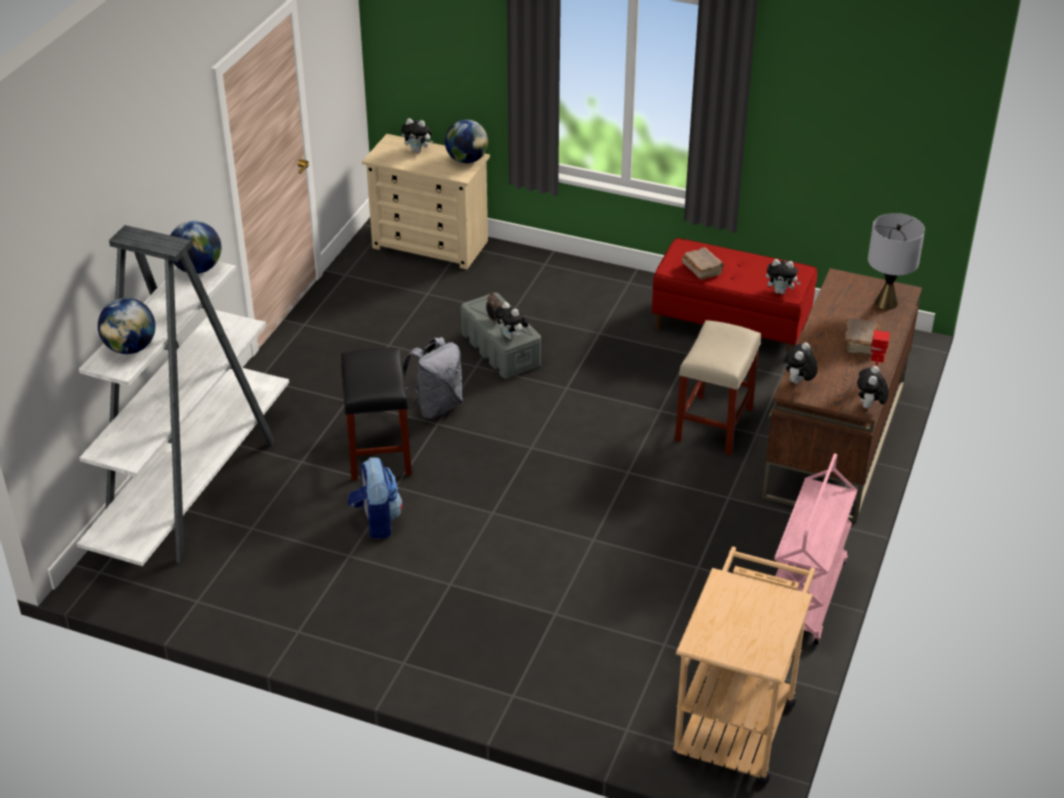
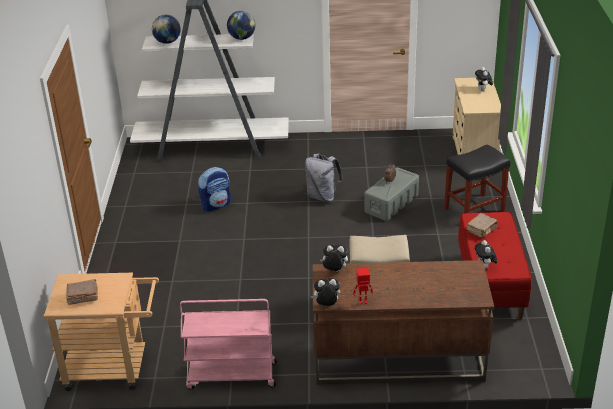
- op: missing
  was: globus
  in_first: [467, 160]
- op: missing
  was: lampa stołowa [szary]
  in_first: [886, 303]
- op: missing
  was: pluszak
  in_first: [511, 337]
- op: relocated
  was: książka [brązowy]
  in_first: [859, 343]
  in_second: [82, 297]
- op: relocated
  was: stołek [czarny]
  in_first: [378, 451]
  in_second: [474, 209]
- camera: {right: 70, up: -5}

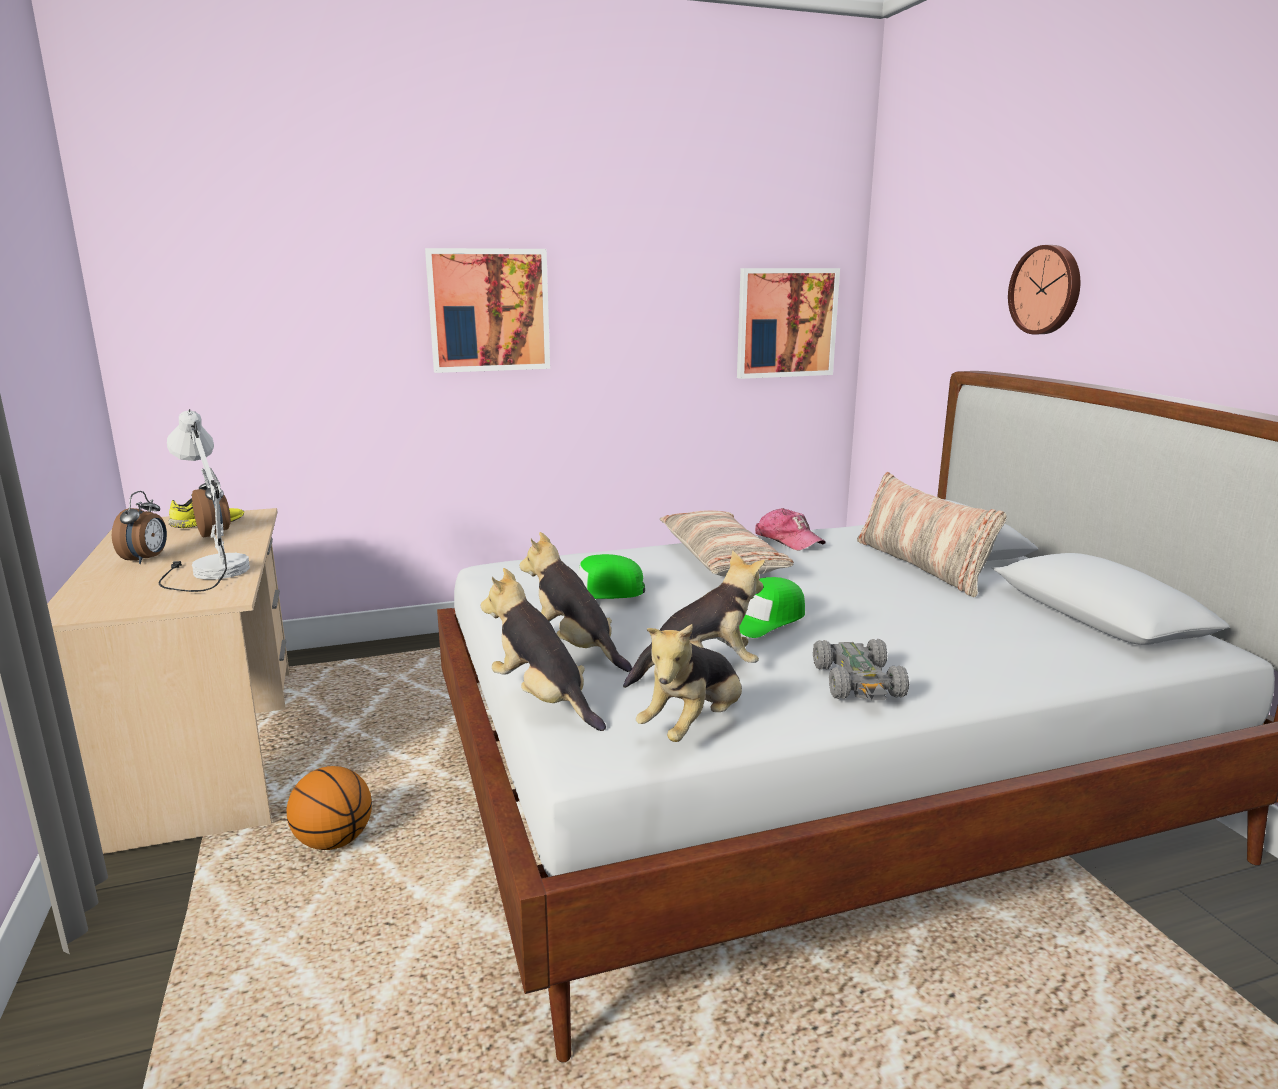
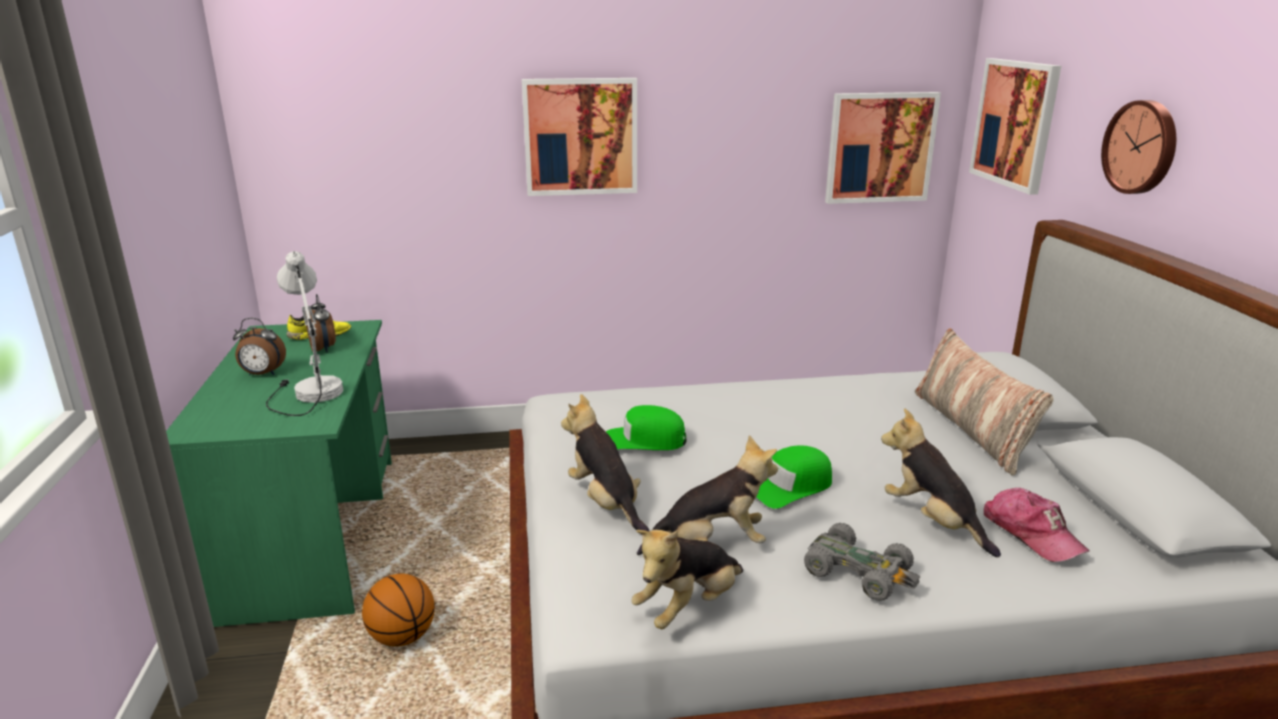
- op: spun
  was: budzik
  in_first: [147, 559]
  in_second: [262, 374]
  clockwise: 75
- op: colour
  was: biurko [beżowy]
  now: biurko [zielony]
  in_first: [206, 750]
  in_second: [313, 534]
- op: relocated
  was: czapka z daszkiem
  in_first: [788, 540]
  in_second: [1031, 534]
- op: missing
  was: poduszka
  in_first: [721, 560]
- op: relocated
  was: pluszak
  in_first: [543, 700]
  in_second: [933, 521]
- op: spun
  was: samochodzik [szary]
  in_first: [858, 682]
  in_second: [859, 572]
  clockwise: -60
- op: appeared
  now: obraz
  in_second: [1015, 123]
- camera: {right: 10, up: 5}

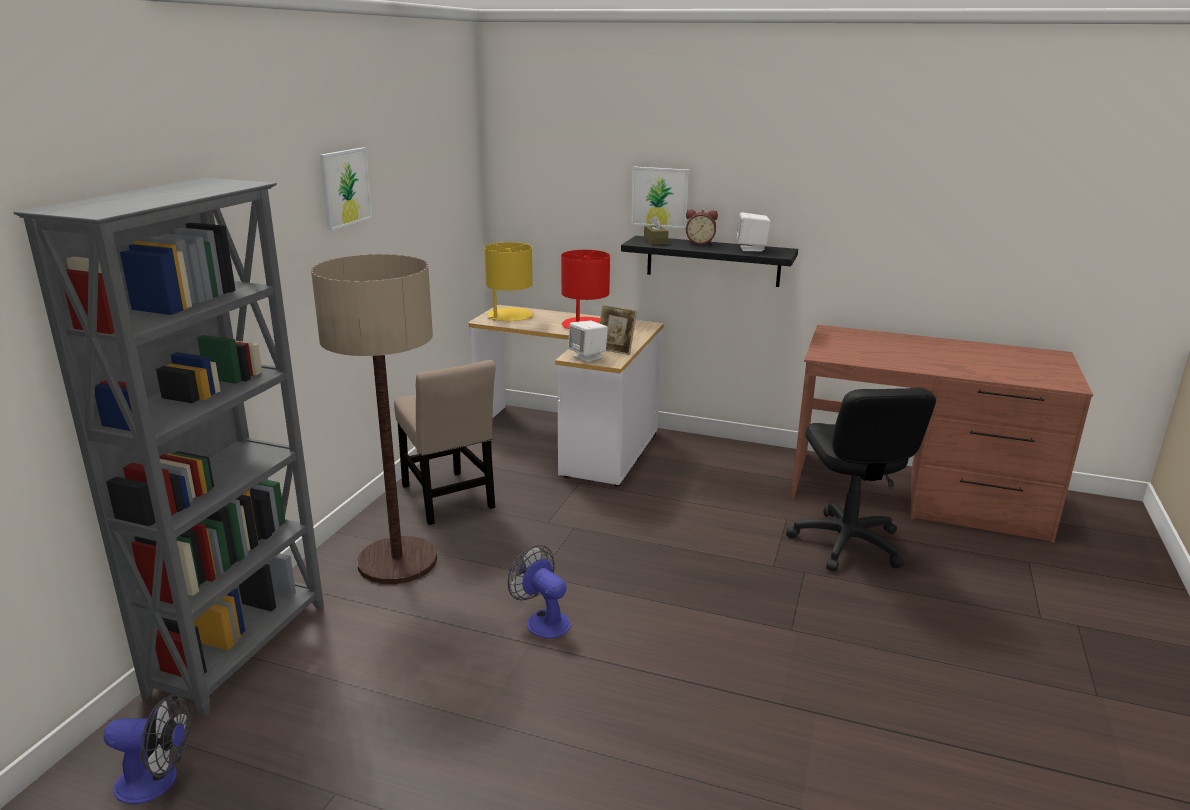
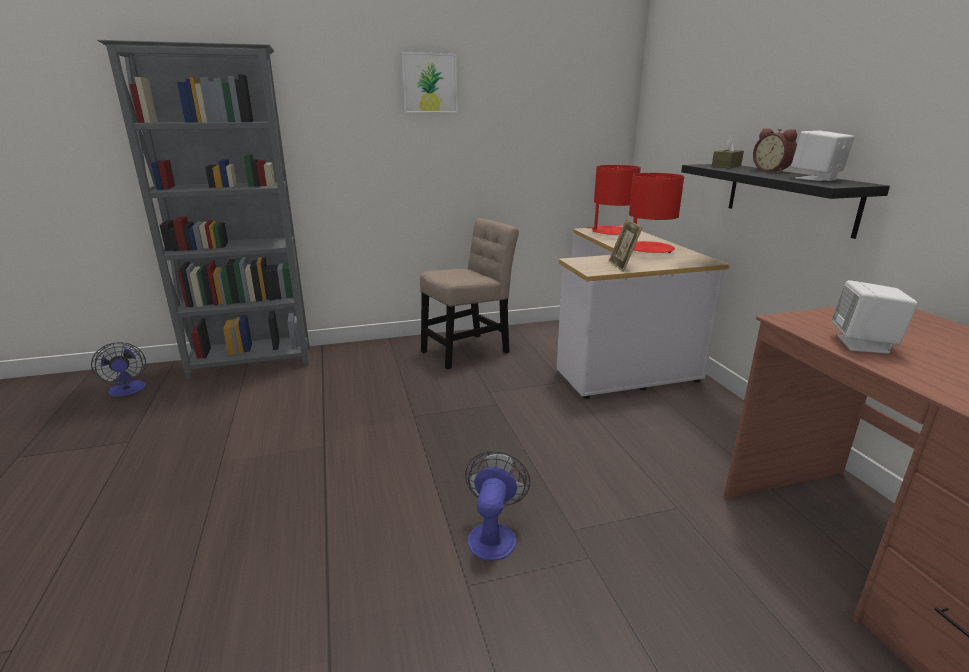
- op: missing
  was: obraz
  in_first: [660, 197]
- op: colour
  was: lampa stołowa [żółty]
  now: lampa stołowa [czerwony]
  in_first: [509, 316]
  in_second: [612, 232]
- op: missing
  was: lampa stojąca
  in_first: [397, 561]
- op: relocated
  was: głośnik [biały]
  in_first: [588, 356]
  in_second: [863, 344]
- op: spun
  was: krzesło [beżowy]
  in_first: [448, 499]
  in_second: [468, 350]
  clockwise: -150
- op: missing
  was: krzesło biurowe [czarny]
  in_first: [846, 543]
- op: relocated
  was: wentylator
  in_first: [542, 620]
  in_second: [493, 534]
- camera: {right: 55, up: 0}

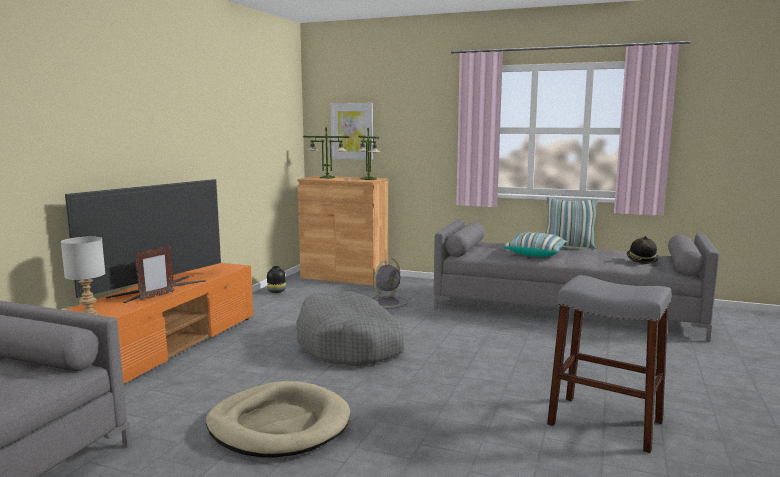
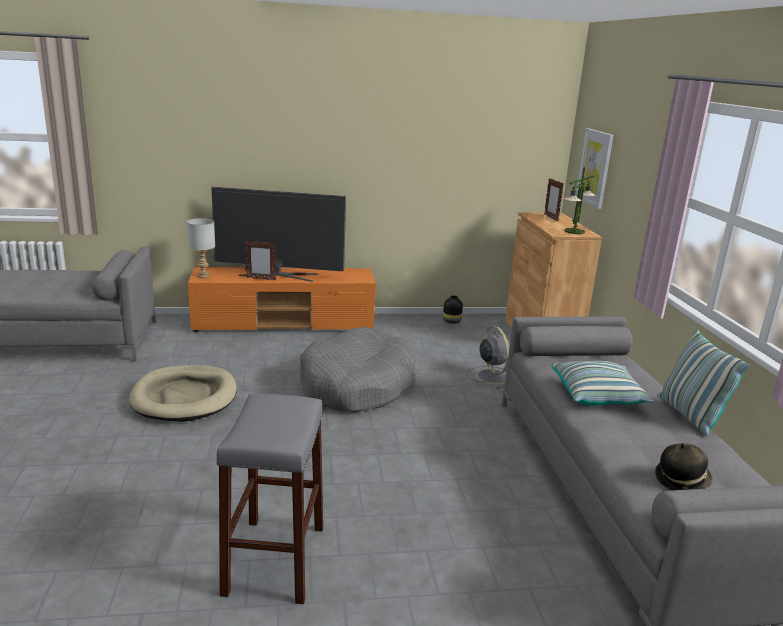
- op: exchanged
  was: lampa stołowa
  now: ramka na zdjęcie
  in_first: [326, 177]
  in_second: [551, 218]
- op: spun
  was: wentylator [szary]
  in_first: [388, 302]
  in_second: [491, 376]
  clockwise: -120
- camera: {right: 60, up: 10}

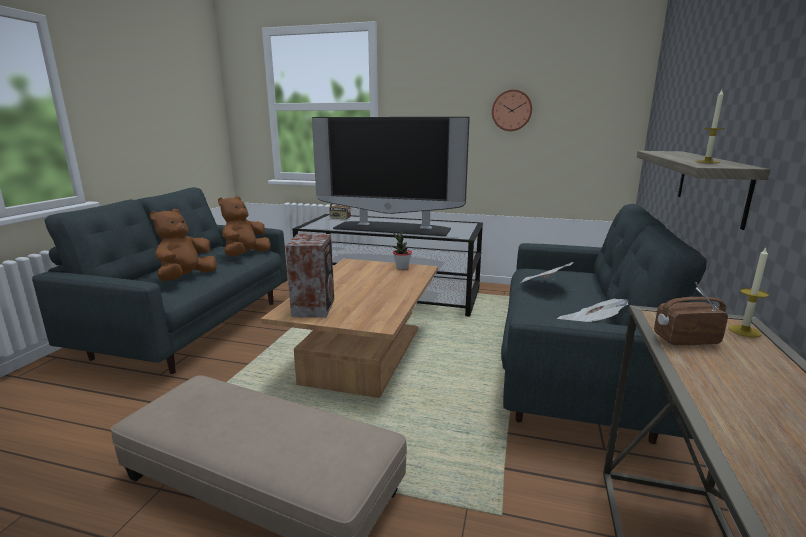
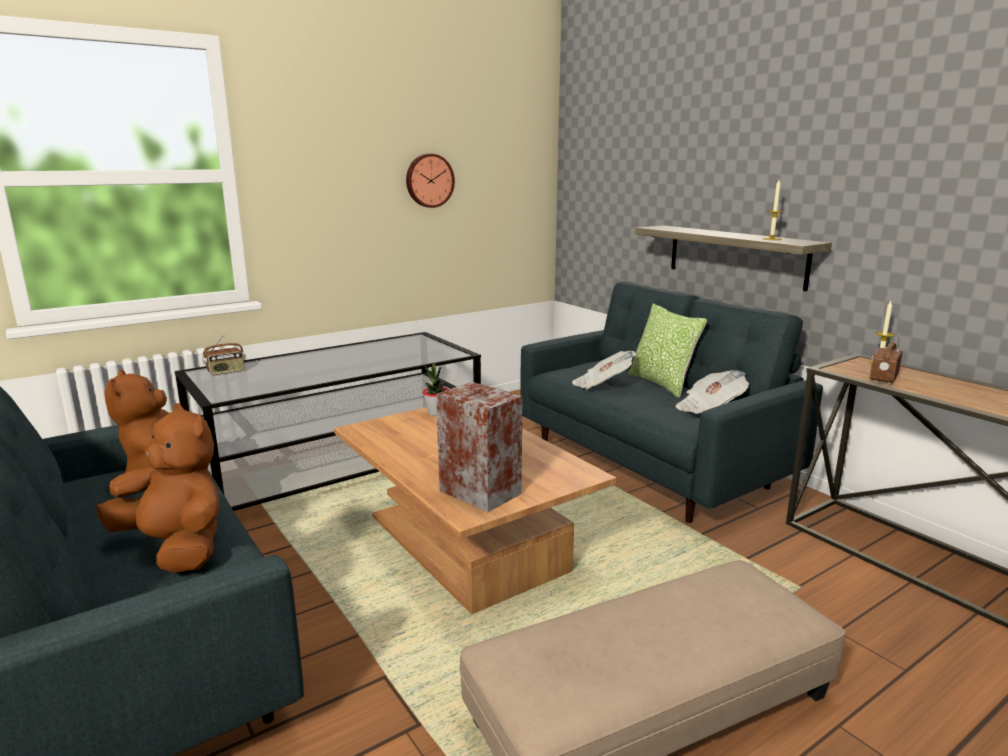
- op: missing
  was: telewizor
  in_first: [393, 228]
- op: spun
  was: pluszak [brązowy]
  in_first: [186, 278]
  in_second: [176, 548]
  clockwise: 150
- op: appeared
  now: poduszka
  in_second: [661, 384]
- camera: {right: -50, up: 0}

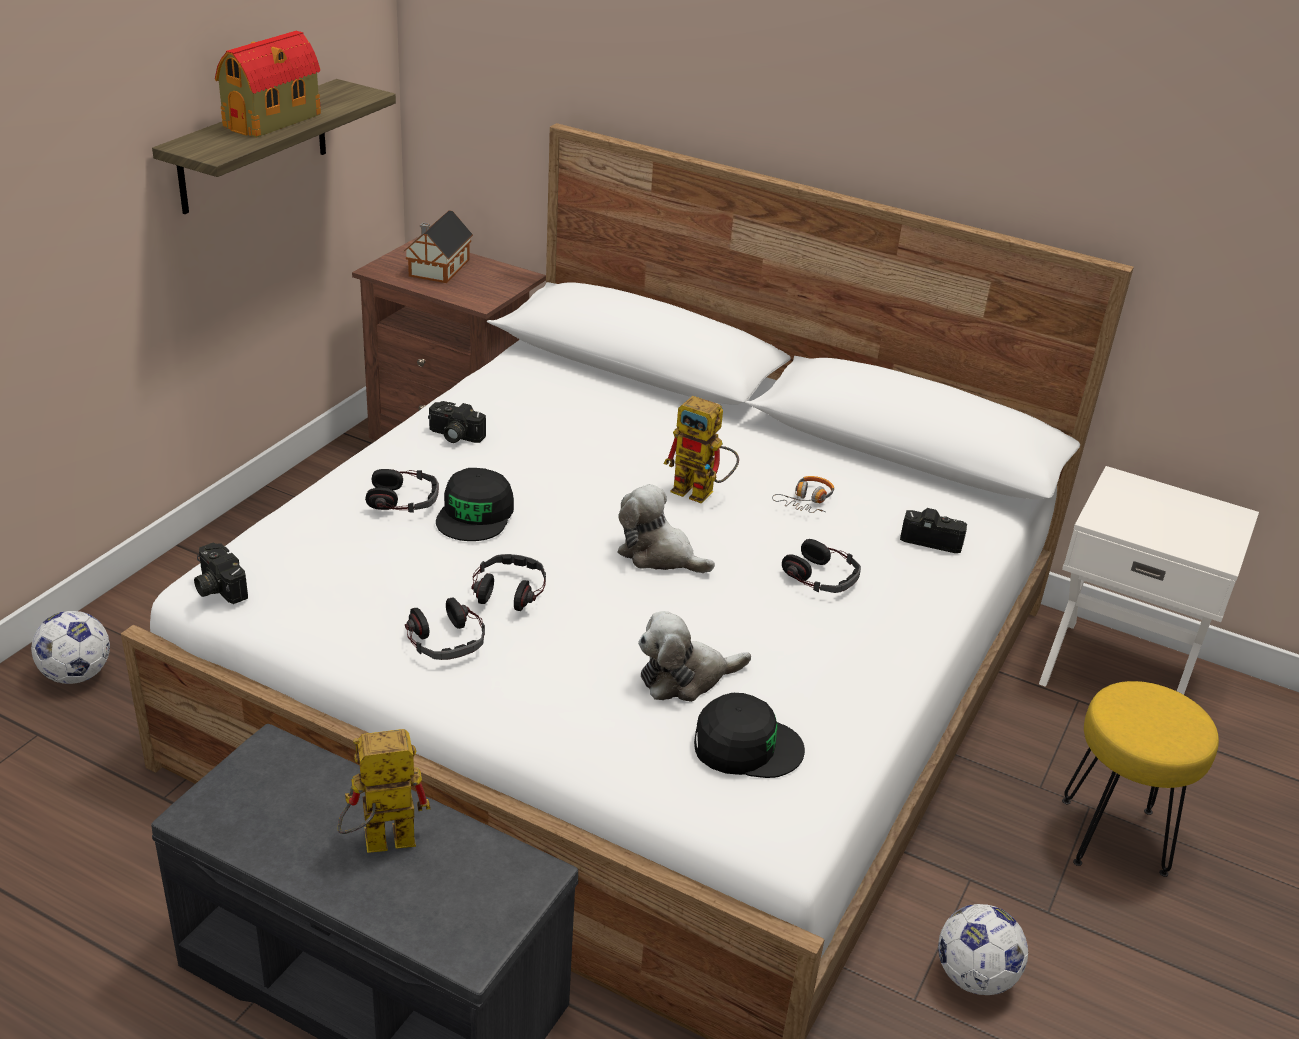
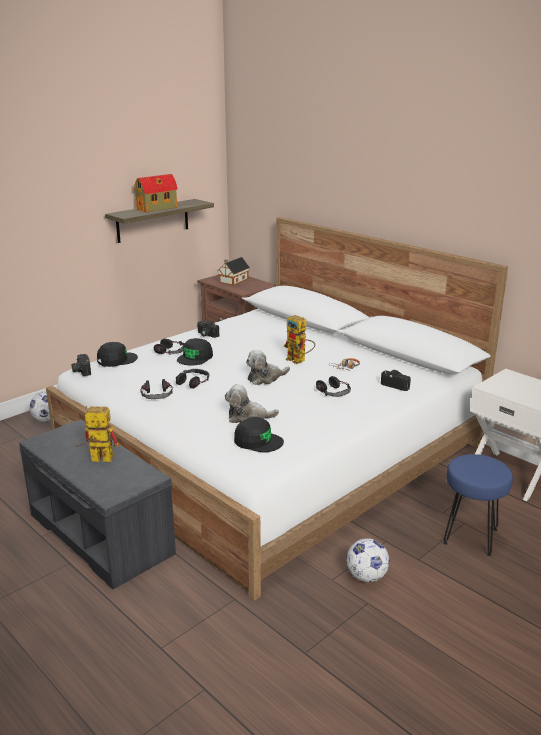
- op: spun
  was: pluszak
  in_first: [659, 555]
  in_second: [265, 378]
  clockwise: -75
- op: colour
  was: stołek [żółty]
  now: stołek [niebieski]
  in_first: [1115, 837]
  in_second: [471, 537]
- op: appeared
  now: czapka z daszkiem [czarny]
  in_second: [116, 359]
- camera: {right: 20, up: -10}

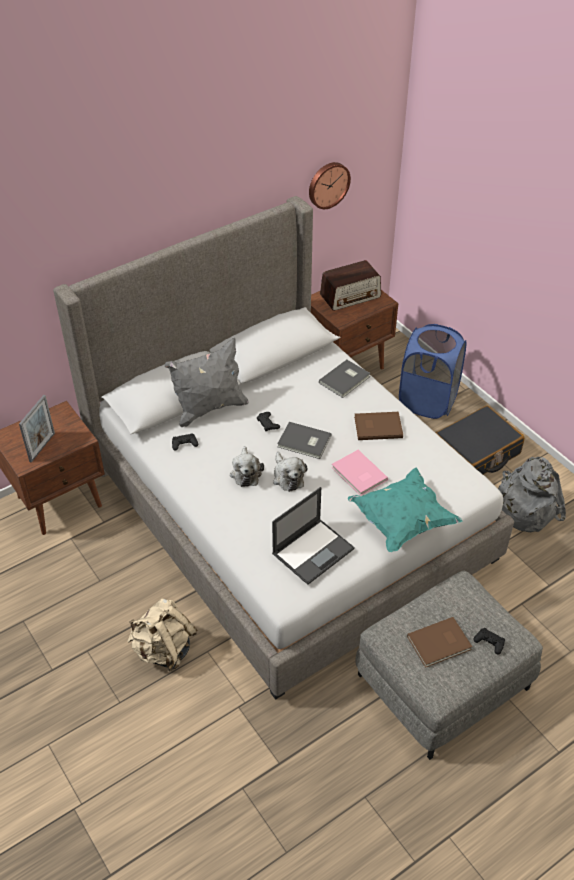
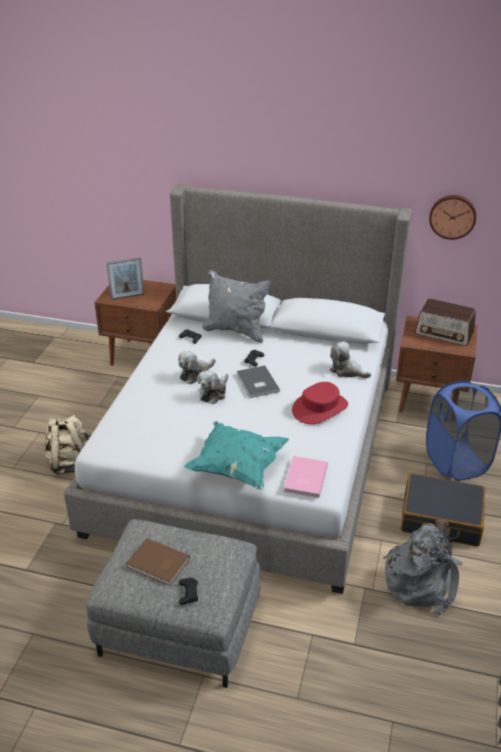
- op: exchanged
  was: książka [szary]
  now: pluszak
  in_first: [346, 380]
  in_second: [347, 371]
- op: exchanged
  was: książka [brązowy]
  now: kapelusz [czerwony]
  in_first: [377, 426]
  in_second: [319, 408]
- op: relocated
  was: książka [różowy]
  in_first: [358, 475]
  in_second: [304, 478]
- op: missing
  was: laptop
  in_first: [313, 550]
- camera: {right: 50, up: -10}

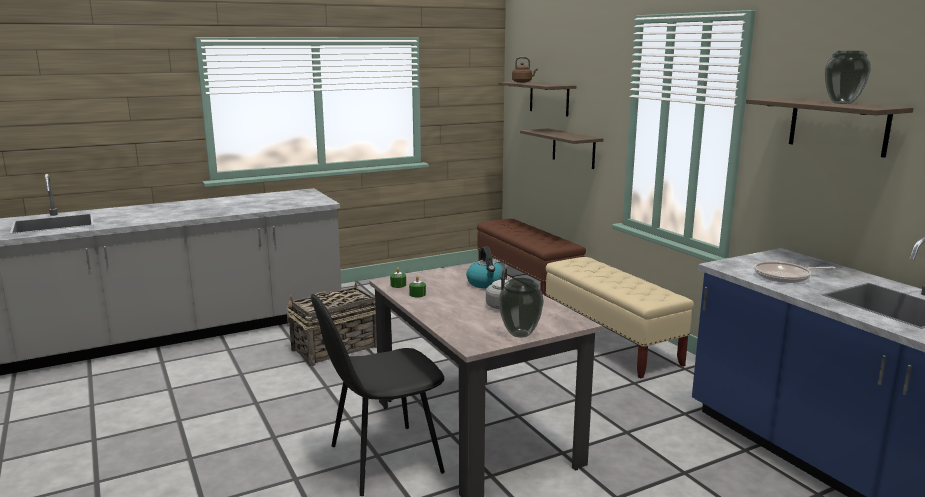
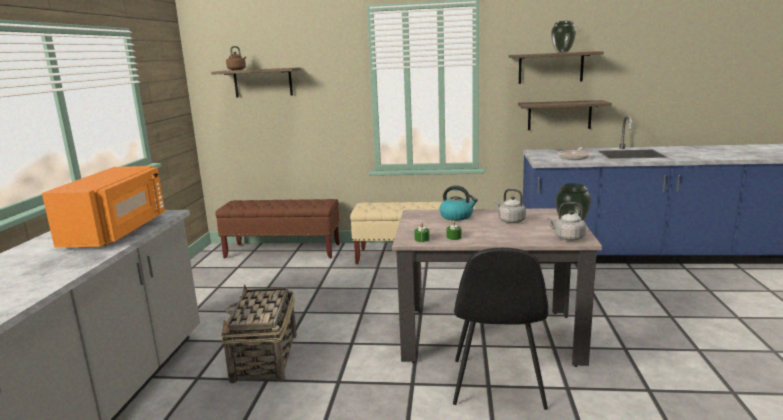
- op: relocated
  was: półka
  in_first: [573, 148]
  in_second: [559, 115]
- op: appeared
  now: mikrofalówka [pomarańczowy]
  in_second: [118, 231]
- op: appeared
  now: czajnik [szary]
  in_second: [567, 238]
- camera: {right: -55, up: 0}

